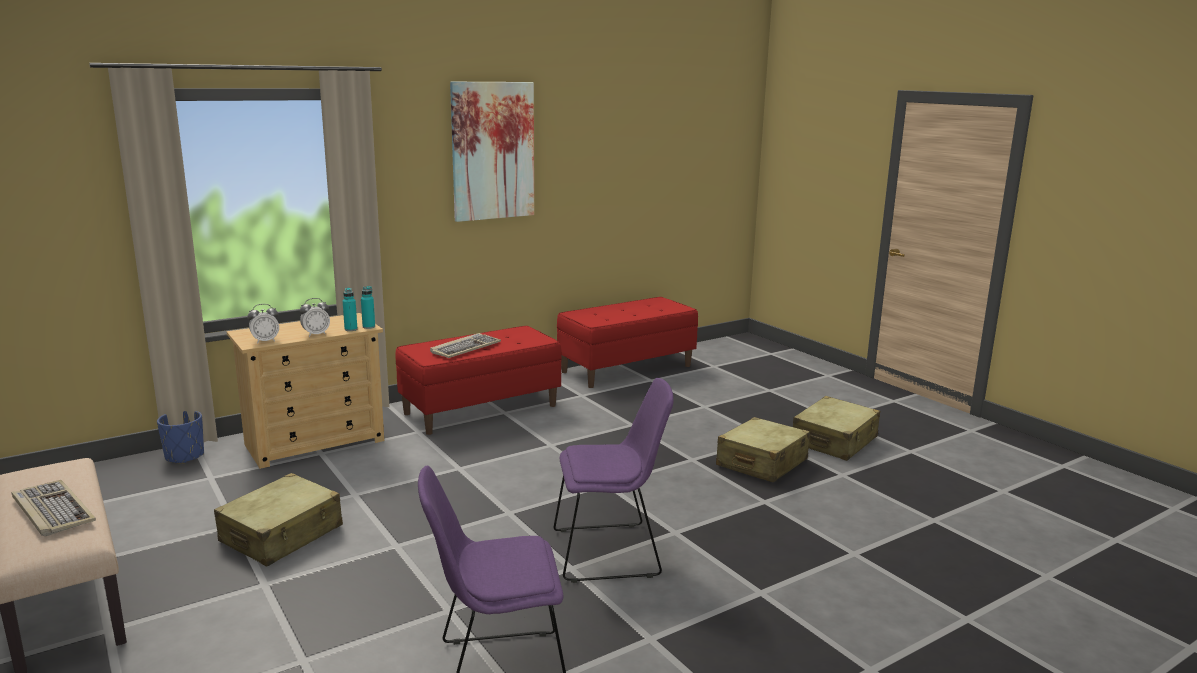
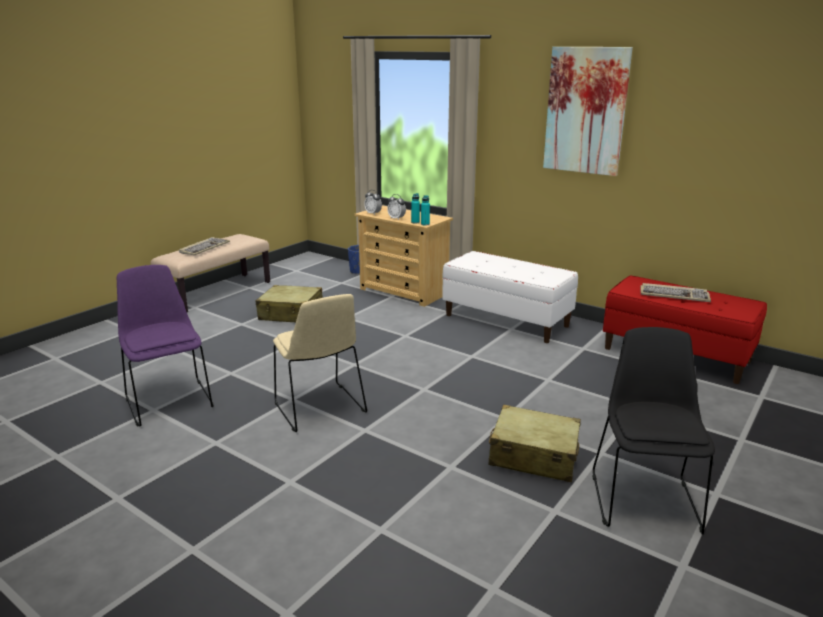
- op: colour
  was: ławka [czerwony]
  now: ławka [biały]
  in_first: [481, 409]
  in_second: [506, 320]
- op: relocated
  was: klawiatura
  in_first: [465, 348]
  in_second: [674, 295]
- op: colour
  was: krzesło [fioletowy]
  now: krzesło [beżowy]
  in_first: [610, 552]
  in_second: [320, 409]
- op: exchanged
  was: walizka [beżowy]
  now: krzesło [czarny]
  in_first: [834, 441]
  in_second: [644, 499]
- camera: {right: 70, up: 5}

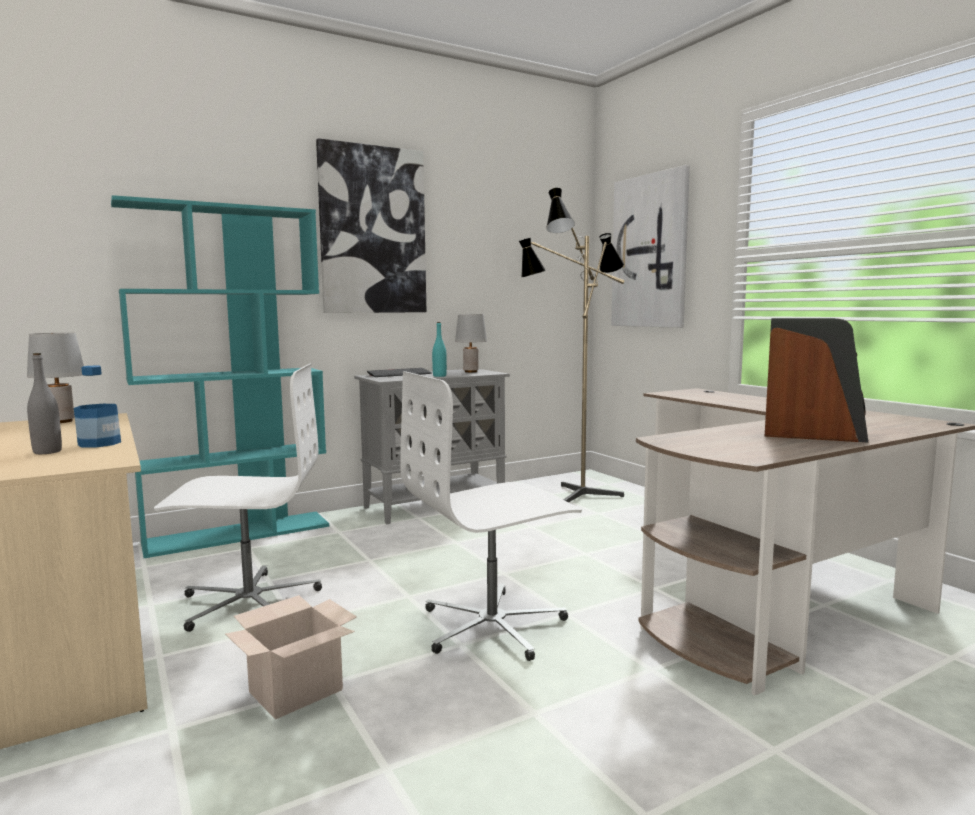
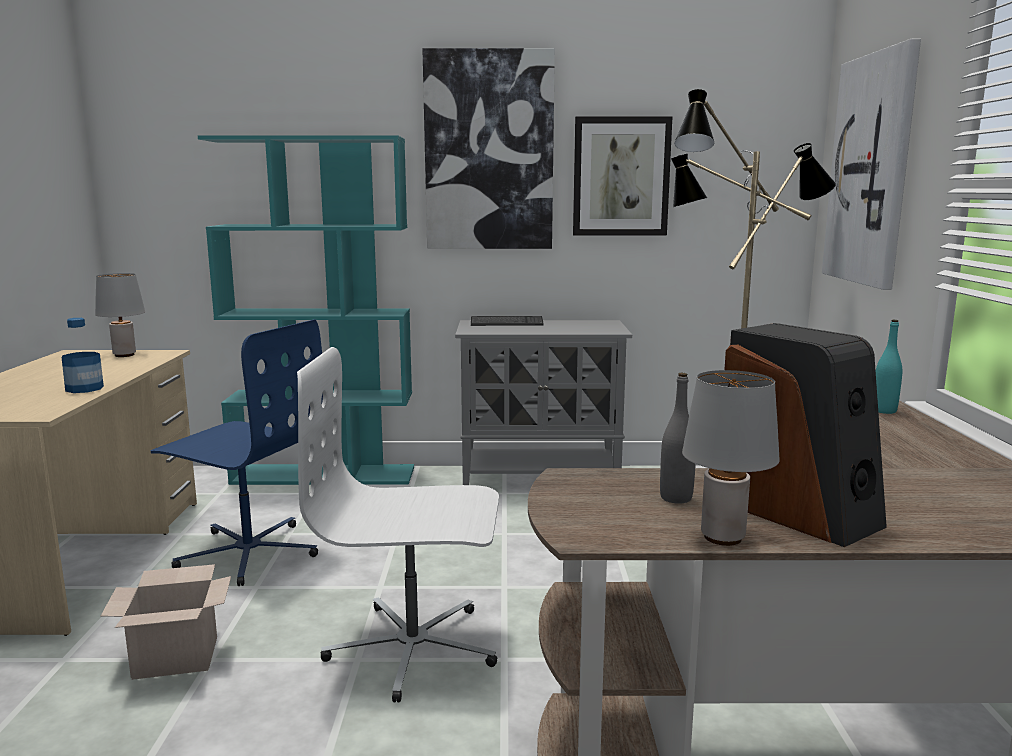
- op: relocated
  was: lampa stołowa [szary]
  in_first: [470, 371]
  in_second: [722, 537]
- op: relocated
  was: butelka [turkusowy]
  in_first: [439, 376]
  in_second: [884, 411]
- op: relocated
  was: butelka [szary]
  in_first: [47, 452]
  in_second: [676, 498]
- op: colour
  was: krzesło biurowe [biały]
  now: krzesło biurowe [niebieski]
  in_first: [249, 601]
  in_second: [249, 552]
- op: appeared
  now: obraz
  in_second: [621, 177]
- camera: {right: 30, up: 5}

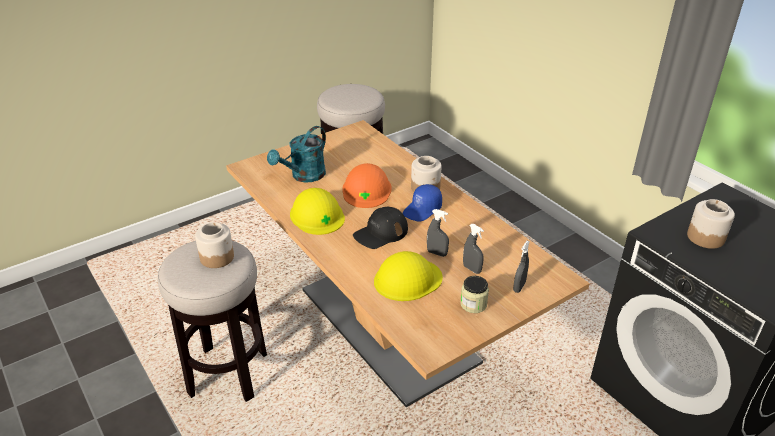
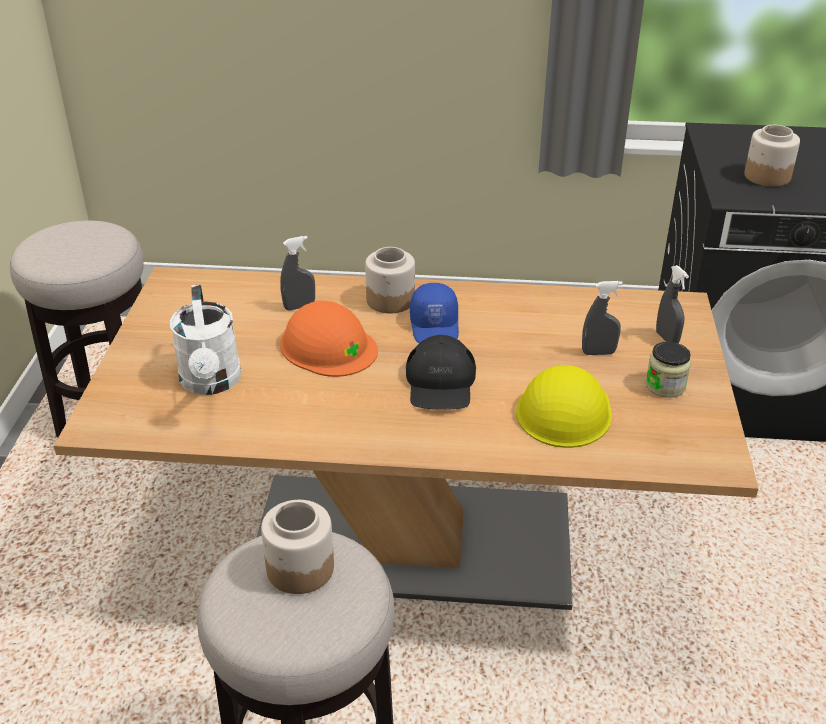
- op: colour
  was: konewka [turkusowy]
  now: konewka [biały]
  in_first: [304, 176]
  in_second: [211, 383]
- op: missing
  was: kask [żółty]
  in_first: [317, 215]
- op: relocated
  was: spryskiwacz [szary]
  in_first: [437, 253]
  in_second: [299, 307]
- camera: {right: -50, up: 0}

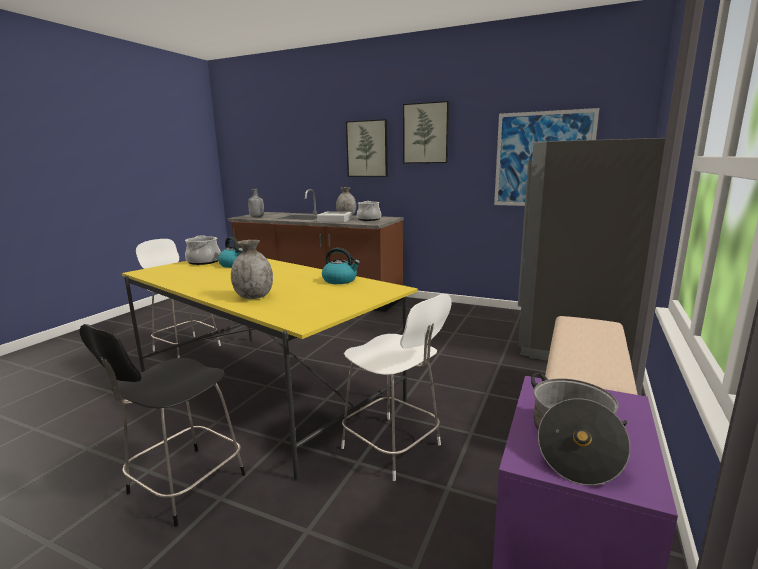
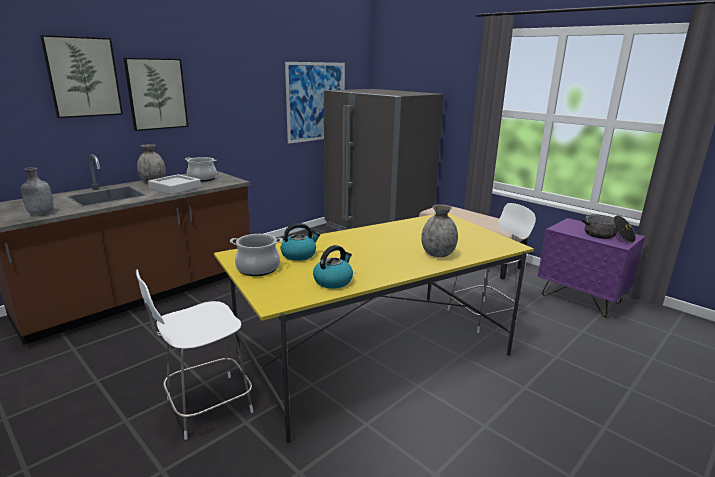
- op: relocated
  was: obraz
  in_first: [426, 133]
  in_second: [83, 77]
- op: relocated
  was: czajnik
  in_first: [340, 280]
  in_second: [333, 281]
- op: missing
  was: krzesło [czarny]
  in_first: [183, 486]
- camera: {right: -70, up: 5}

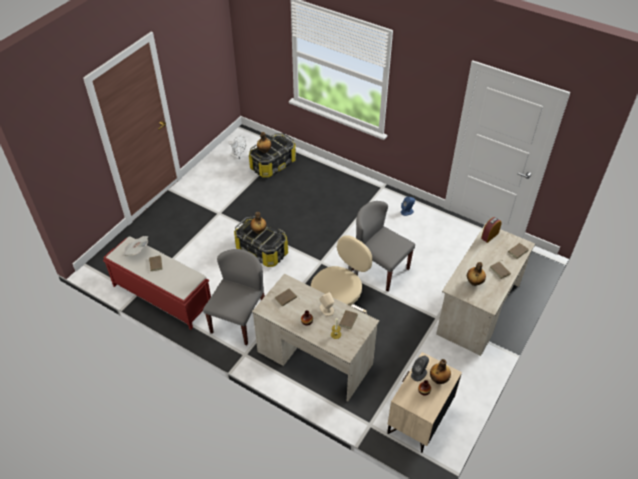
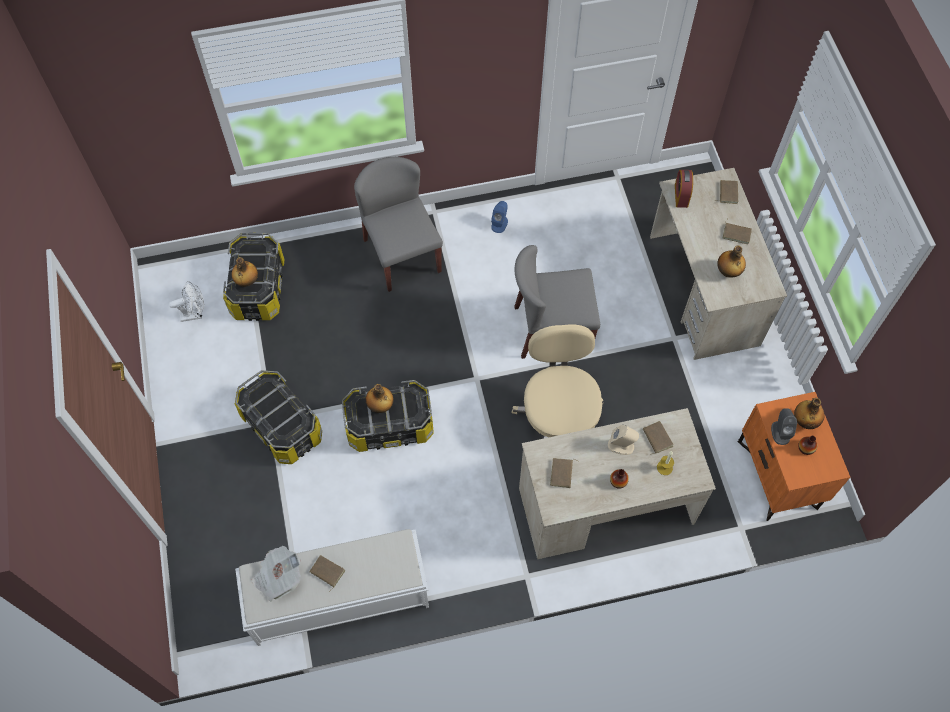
- op: colour
  was: ławka [czerwony]
  now: ławka [biały]
  in_first: [161, 295]
  in_second: [337, 598]
- op: relocated
  was: krzesło [szary]
  in_first: [239, 320]
  in_second: [401, 255]
- op: colour
  was: szafka nocna [beżowy]
  now: szafka nocna [pomarańczowy]
  in_first: [419, 419]
  in_second: [778, 475]
- op: appeared
  now: pojemnik do przechowywania
  in_second: [281, 426]
- camera: {right: -45, up: 15}

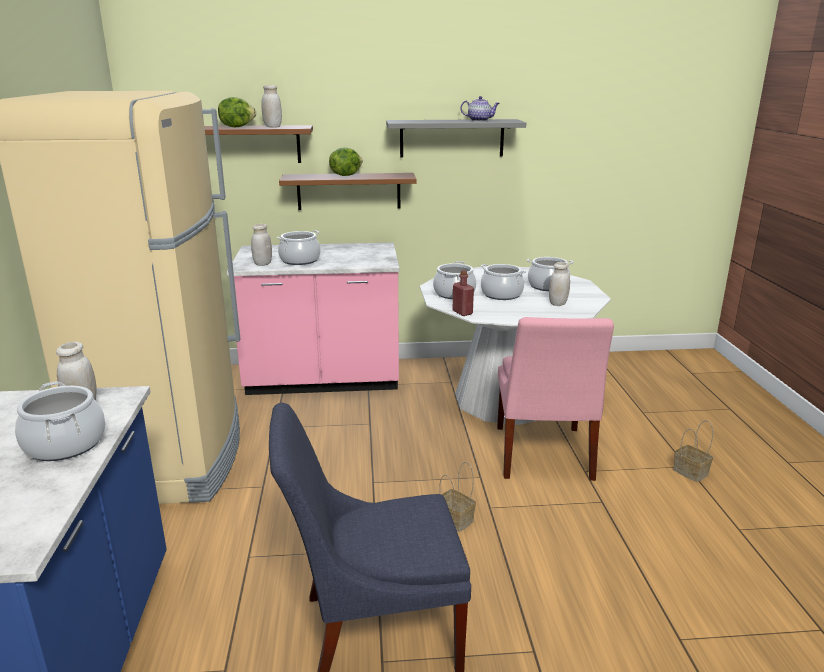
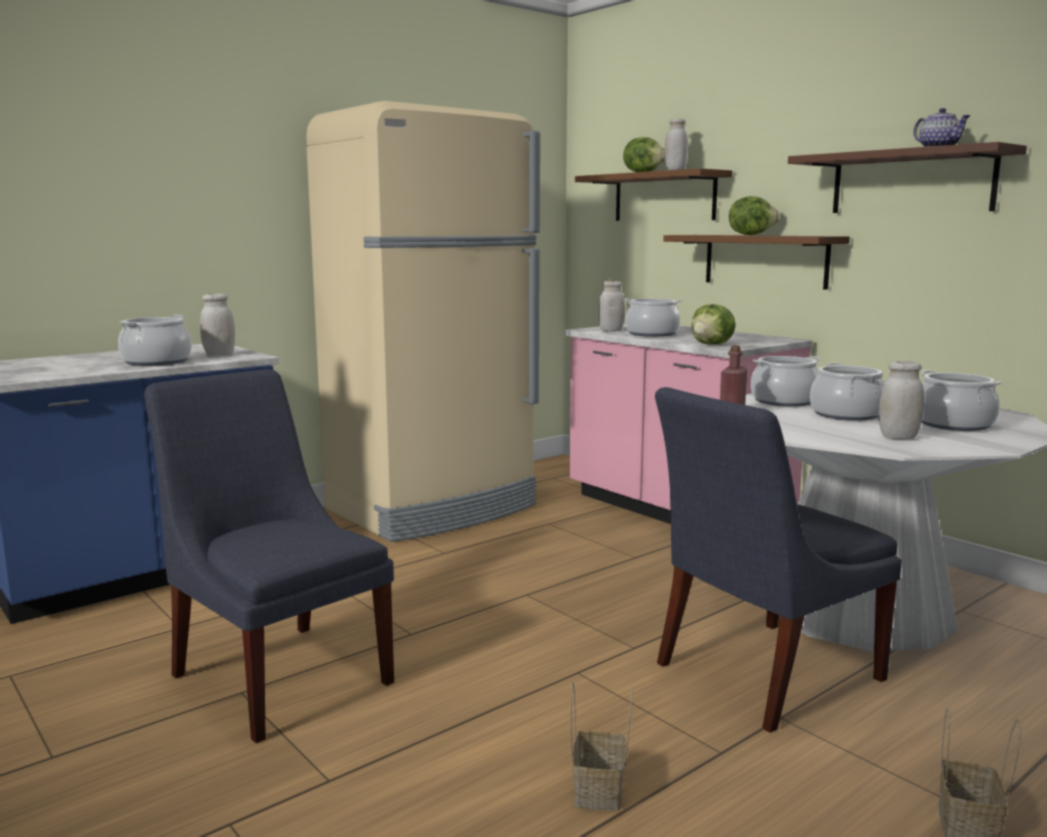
- op: colour
  was: półka [szary]
  now: półka [brązowy]
  in_first: [452, 138]
  in_second: [911, 182]
- op: colour
  was: krzesło [różowy]
  now: krzesło [niebieski]
  in_first: [542, 455]
  in_second: [761, 674]
- op: relocated
  was: koszyk
  in_first: [456, 520]
  in_second: [599, 792]
- op: appeared
  now: sałata
  in_second: [712, 344]
- camera: {right: 55, up: -10}

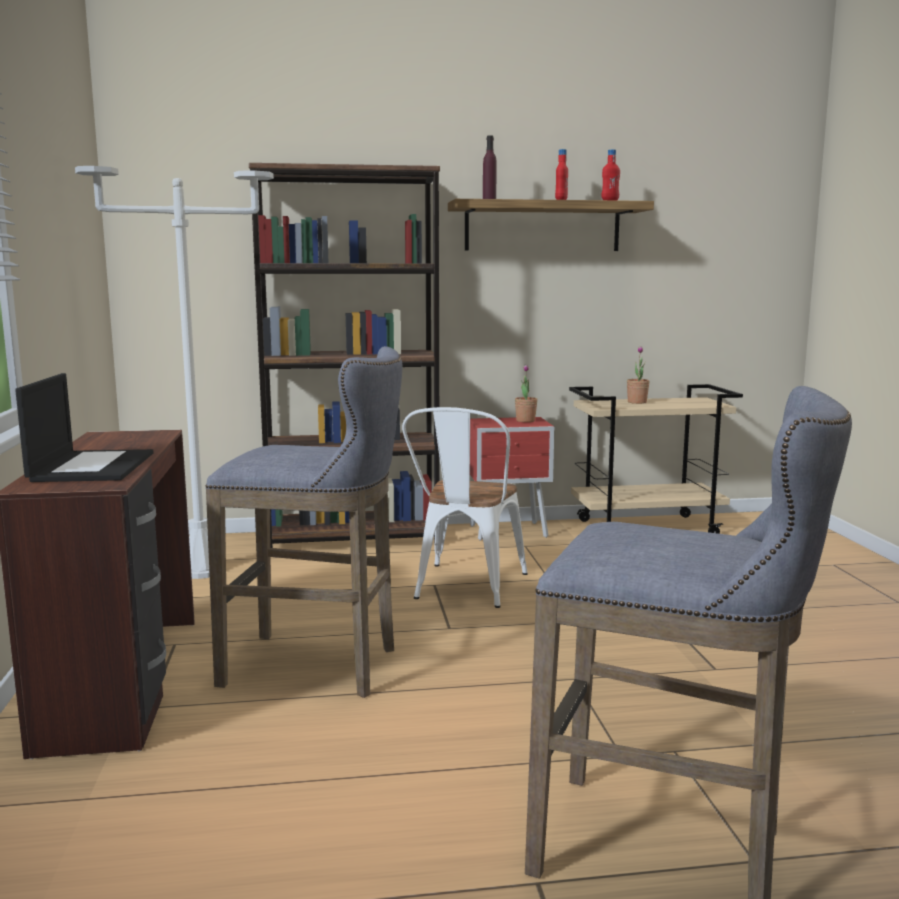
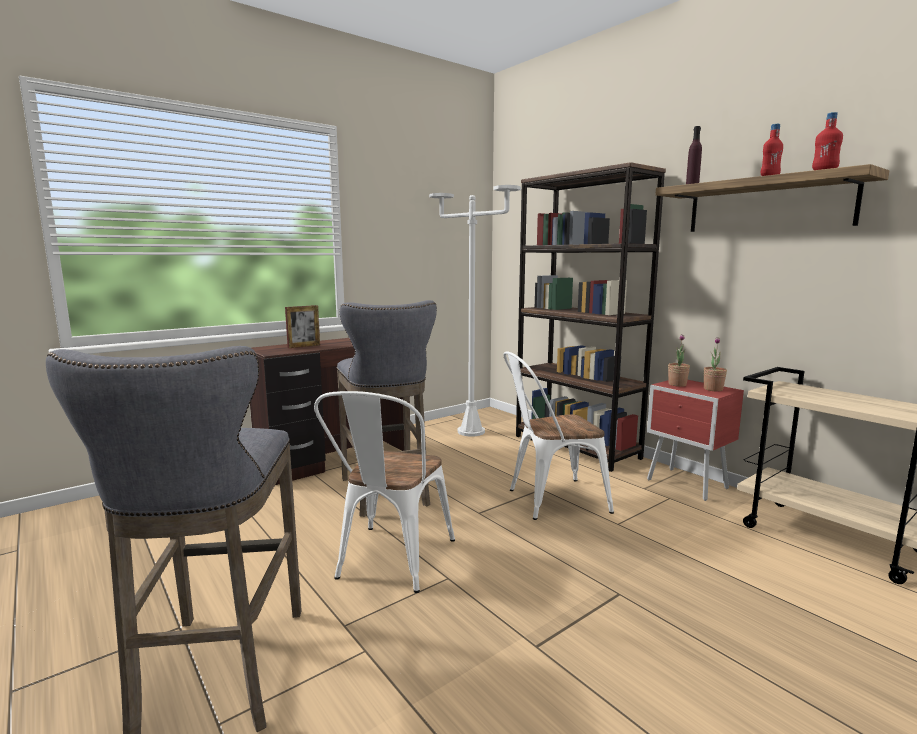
- op: relocated
  was: roślina doniczkowa
  in_first: [637, 402]
  in_second: [677, 384]
- op: exchanged
  was: laptop
  now: ramka na zdjęcie
  in_first: [92, 466]
  in_second: [304, 346]
- op: appeared
  now: krzesło [biały]
  in_second: [390, 563]
- camera: {right: 60, up: 0}

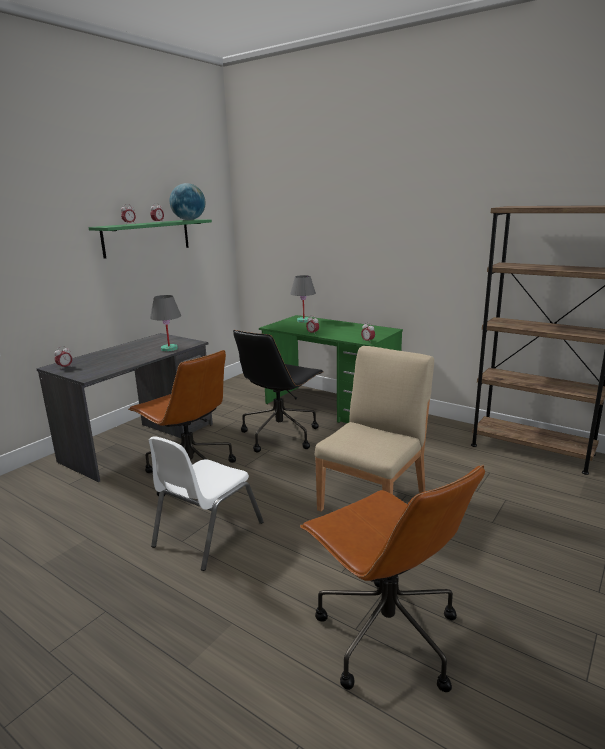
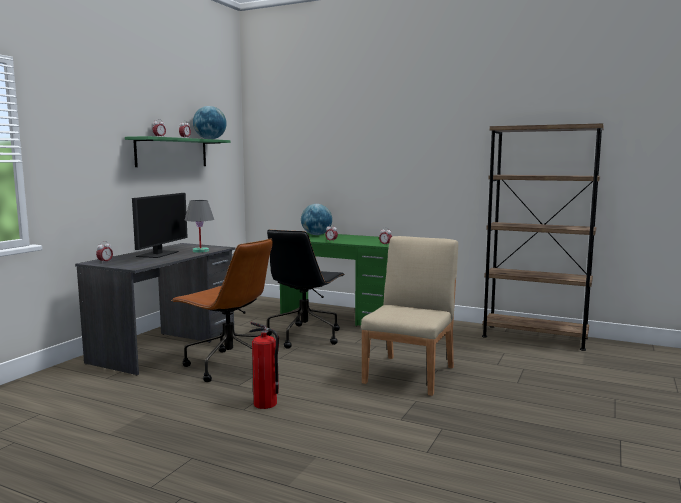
- op: exchanged
  was: lampa stołowa [szary]
  now: globus
  in_first: [303, 321]
  in_second: [316, 235]
- op: exchanged
  was: krzesło [biały]
  now: gaśnica
  in_first: [207, 534]
  in_second: [265, 404]
- op: missing
  was: krzesło biurowe [brązowy]
  in_first: [385, 635]
- op: appeared
  now: monitor
  in_second: [158, 254]
- camera: {right: -10, up: -10}

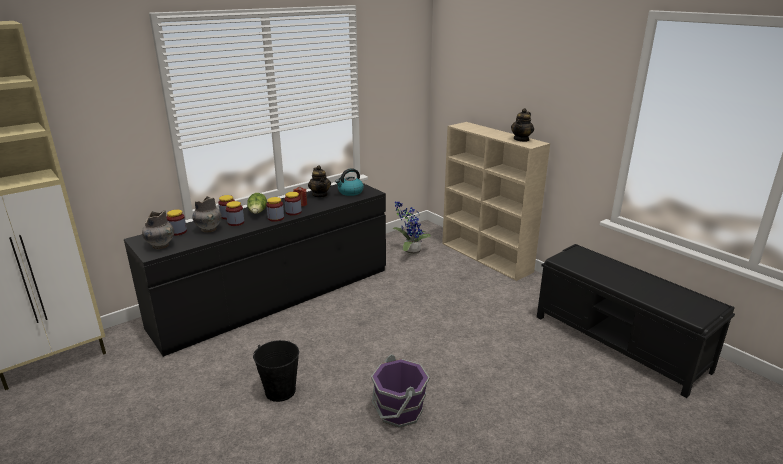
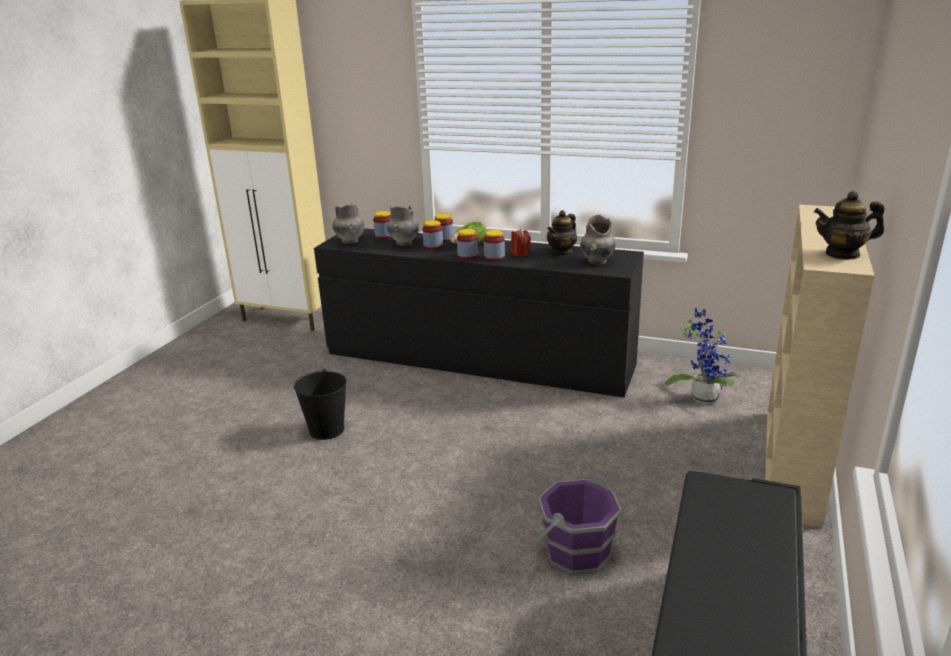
- op: exchanged
  was: czajnik
  now: wazon [szary]
  in_first: [350, 192]
  in_second: [597, 262]
- op: relocated
  was: wiadro [fioletowy]
  in_first: [399, 411]
  in_second: [576, 552]
- camera: {right: 60, up: 0}

